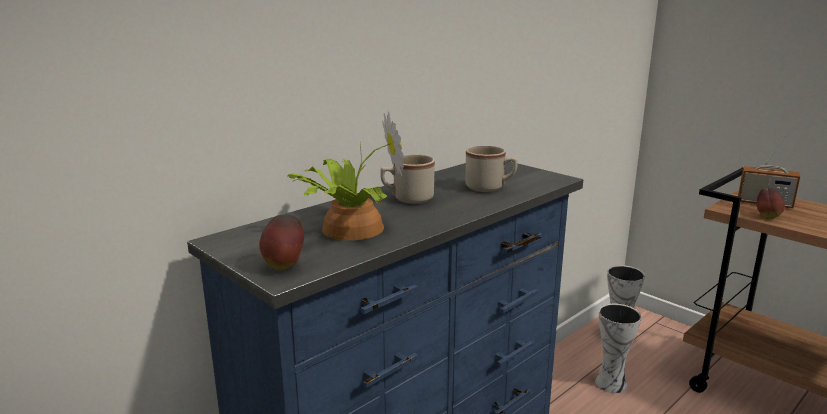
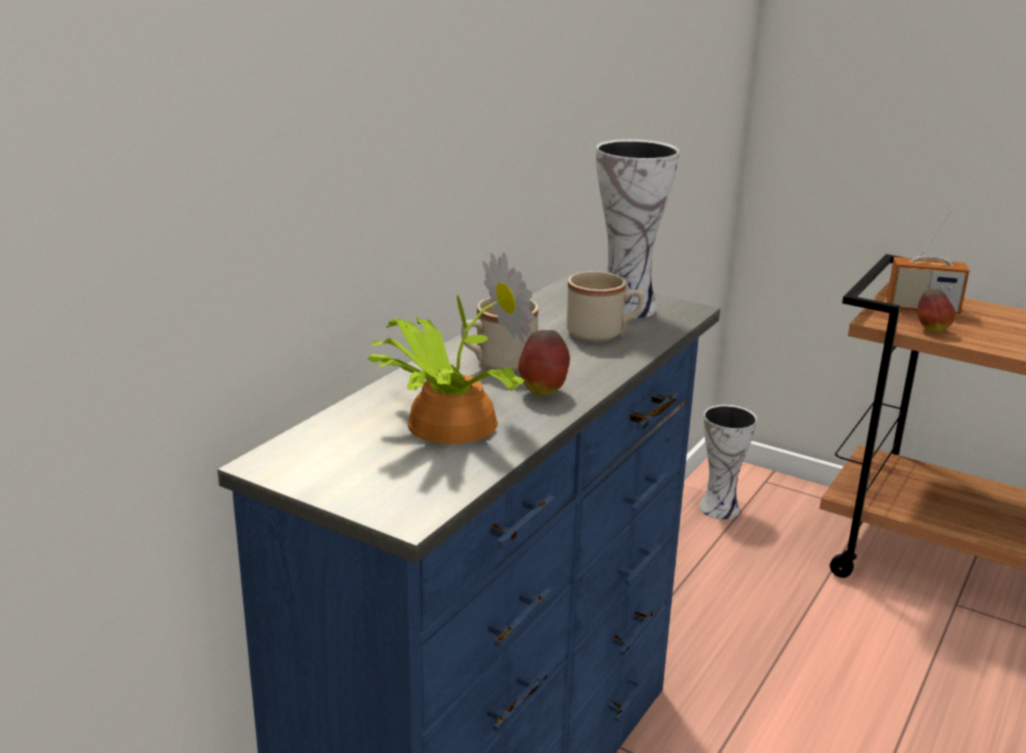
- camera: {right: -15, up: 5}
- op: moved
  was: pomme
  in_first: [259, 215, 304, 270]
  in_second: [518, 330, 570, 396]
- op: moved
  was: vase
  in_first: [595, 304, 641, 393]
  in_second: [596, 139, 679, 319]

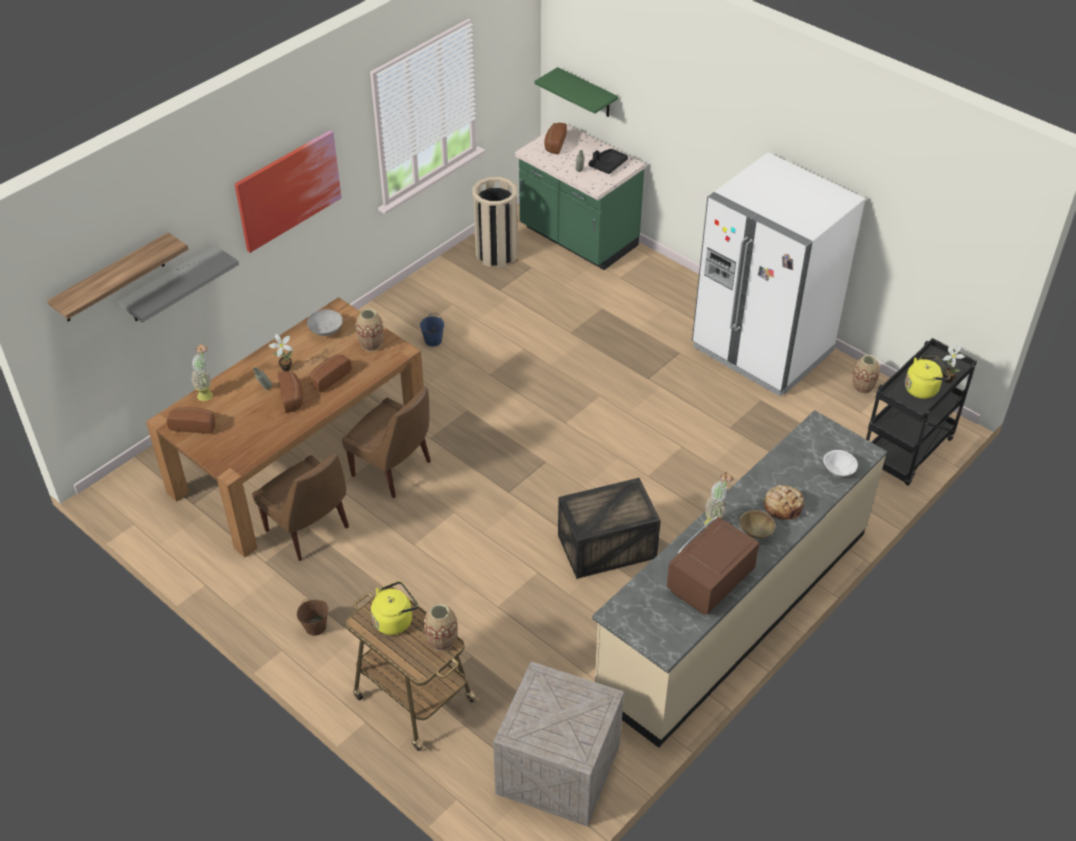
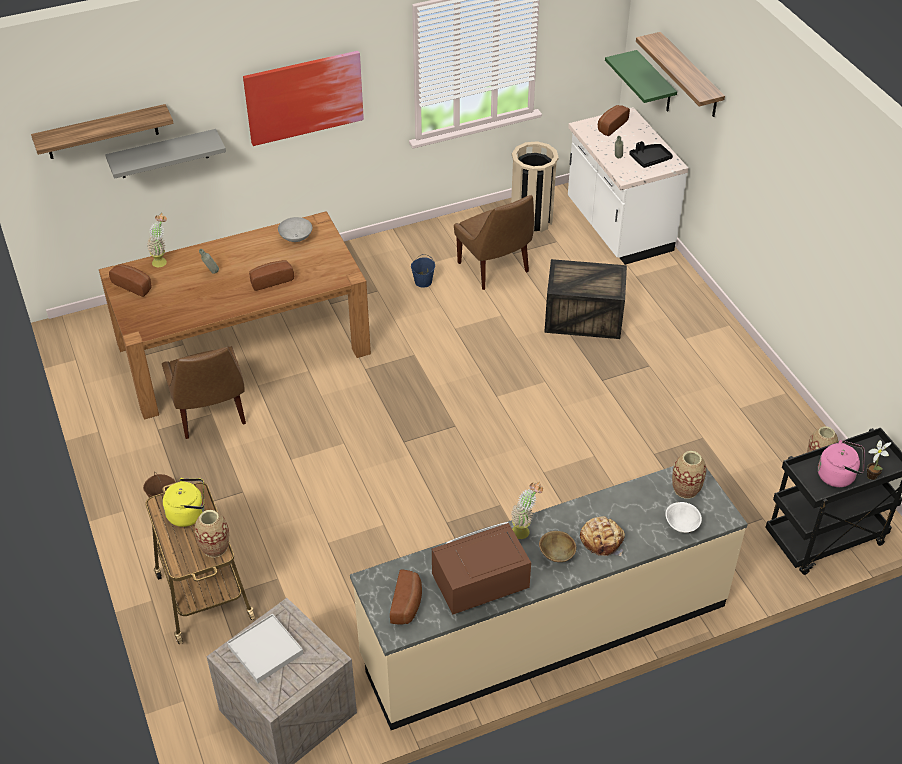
- camera: {right: 25, up: 0}
- op: removed
  was: plante en pot
  in_first: [269, 334, 293, 371]
- op: moved
  was: pain
  in_first: [277, 371, 303, 413]
  in_second: [390, 569, 422, 625]
- op: moved
  was: chaise (marron)
  in_first: [342, 387, 431, 498]
  in_second: [454, 195, 534, 290]
- op: moved
  was: vase
  in_first: [355, 309, 384, 351]
  in_second: [672, 451, 707, 499]
- op: recoloured
  was: comptoir de cuisine (vert)
  now: comptoir de cuisine (blanc)
  in_first: [515, 122, 645, 270]
  in_second: [568, 107, 689, 265]
- op: moved
  was: caisse
  in_first: [558, 478, 661, 579]
  in_second: [544, 259, 627, 339]
- op: removed
  was: réfrigérateur (blanc)
  in_first: [692, 152, 865, 397]
- op: recoloured
  was: bouilloire (jaune)
  now: bouilloire (rose)
  in_first: [905, 356, 950, 399]
  in_second: [818, 440, 865, 487]
- op: added
  now: plateau (blanc)
  in_second: [227, 614, 303, 683]
- op: added
  now: étagère
  in_second: [636, 32, 725, 117]

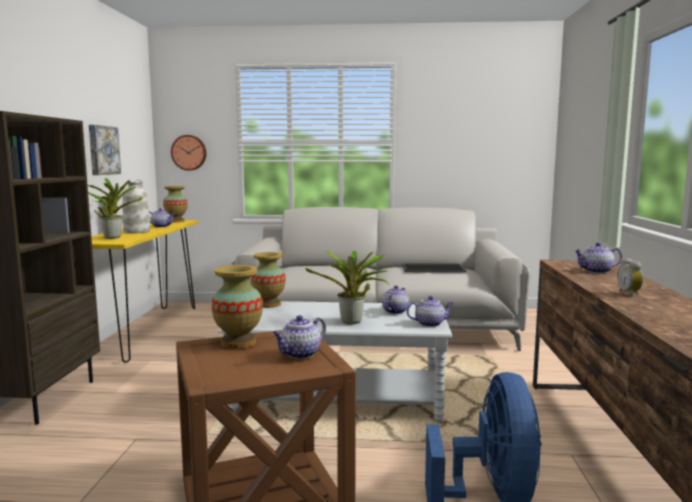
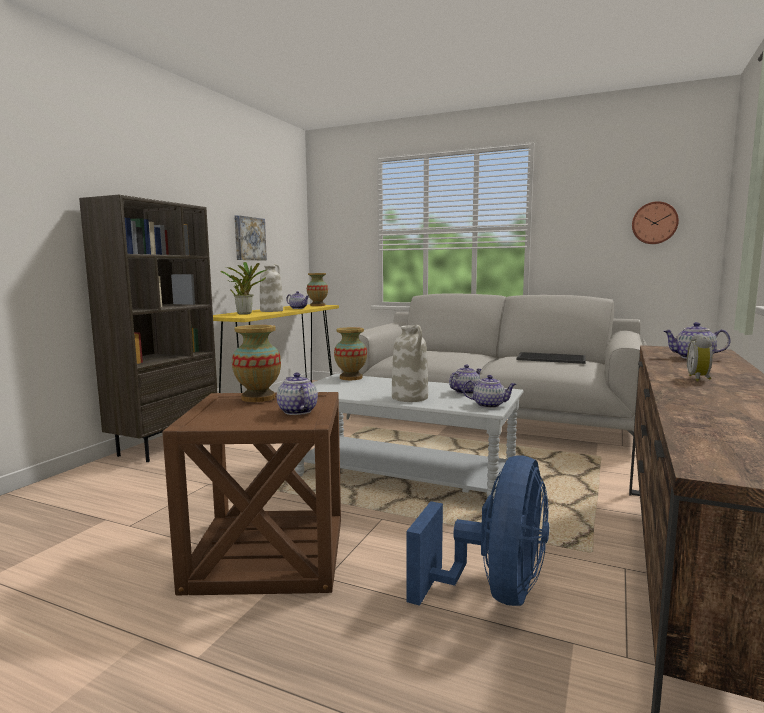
- camera: {right: 20, up: 0}
- op: moved
  was: horloge murale
  in_first: [171, 135, 207, 171]
  in_second: [632, 201, 679, 244]
- op: turned
  was: théière
  in_first: [273, 315, 326, 359]
  in_second: [277, 373, 318, 415]
  clockwise: 90
- op: replaced
  was: plante en pot
  now: vase (blanc)
  in_first: [305, 250, 389, 324]
  in_second: [392, 325, 428, 402]

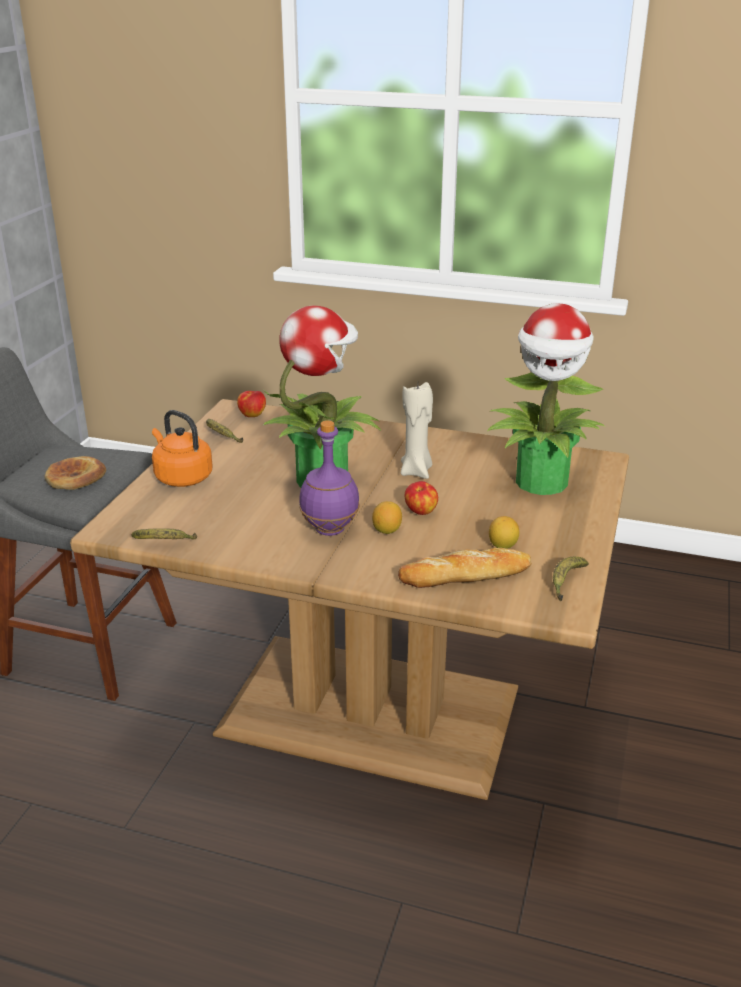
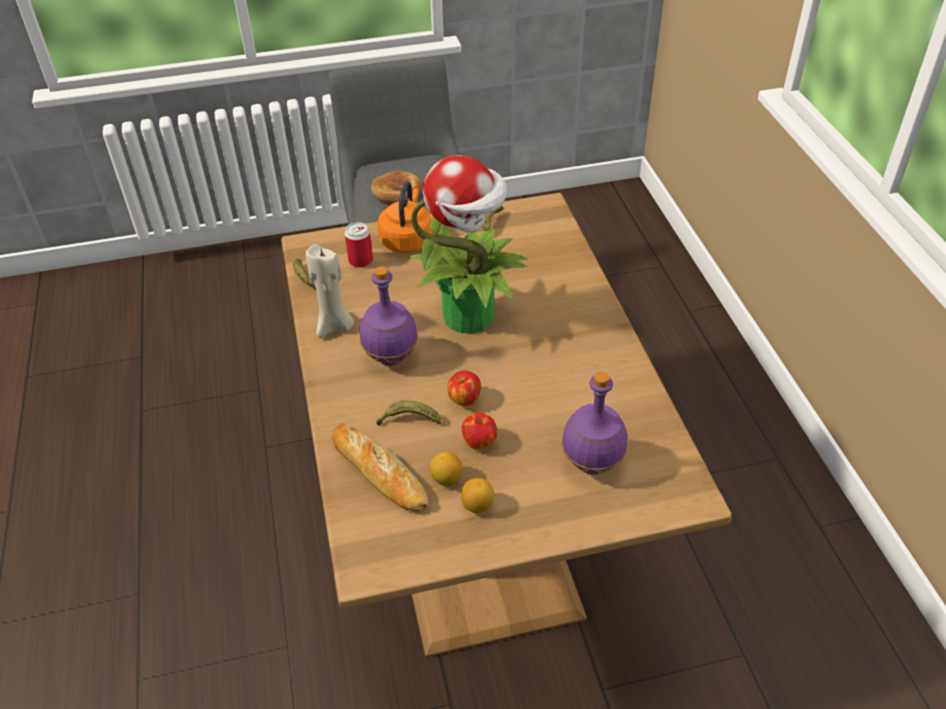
- camera: {right: 60, up: 15}
- op: moved
  was: pomme
  in_first: [237, 391, 266, 417]
  in_second: [462, 413, 497, 450]
- op: moved
  was: citron
  in_first: [372, 501, 402, 534]
  in_second: [461, 478, 494, 513]
- op: moved
  was: bougie (beige)
  in_first: [401, 382, 433, 479]
  in_second: [306, 244, 354, 338]
- op: replaced
  was: plante en pot
  now: bouteille (violet)
  in_first: [487, 303, 604, 495]
  in_second: [562, 371, 627, 475]
- op: moved
  was: banane
  in_first: [553, 557, 589, 601]
  in_second: [376, 400, 441, 426]
- op: added
  now: boîte métallique
  in_second: [344, 222, 373, 268]

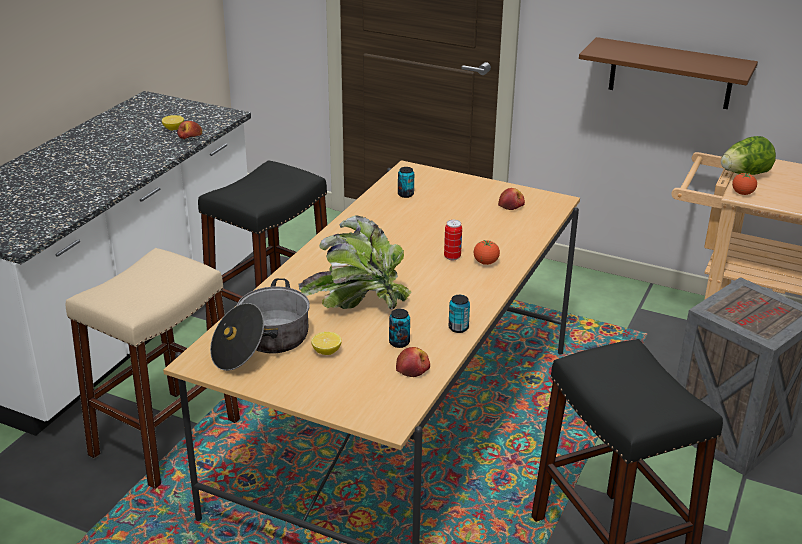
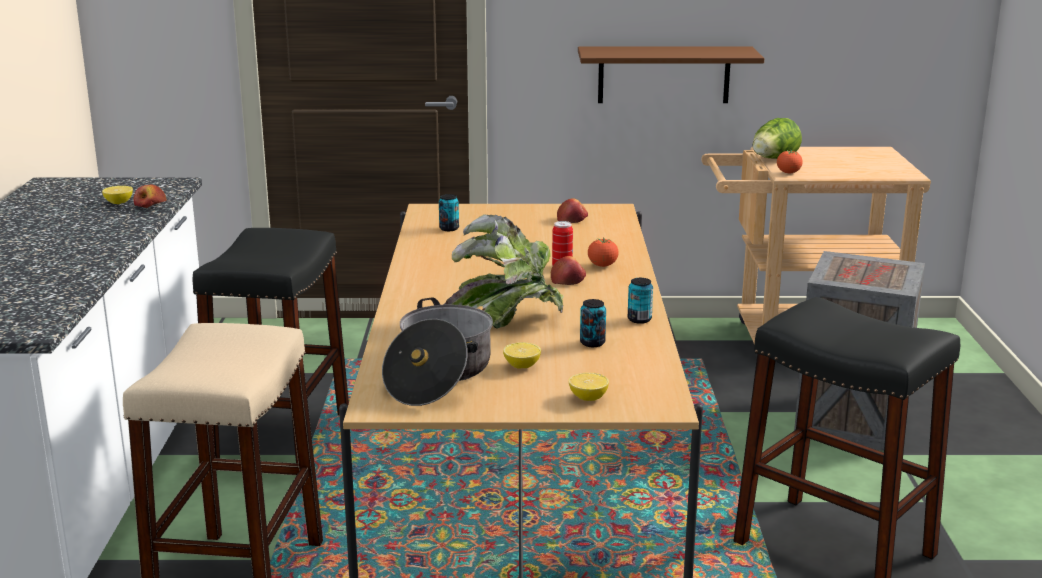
- camera: {right: -25, up: -10}
- op: moved
  was: pomme
  in_first: [396, 347, 430, 377]
  in_second: [551, 256, 586, 285]
- op: added
  now: citron
  in_second: [568, 373, 609, 401]

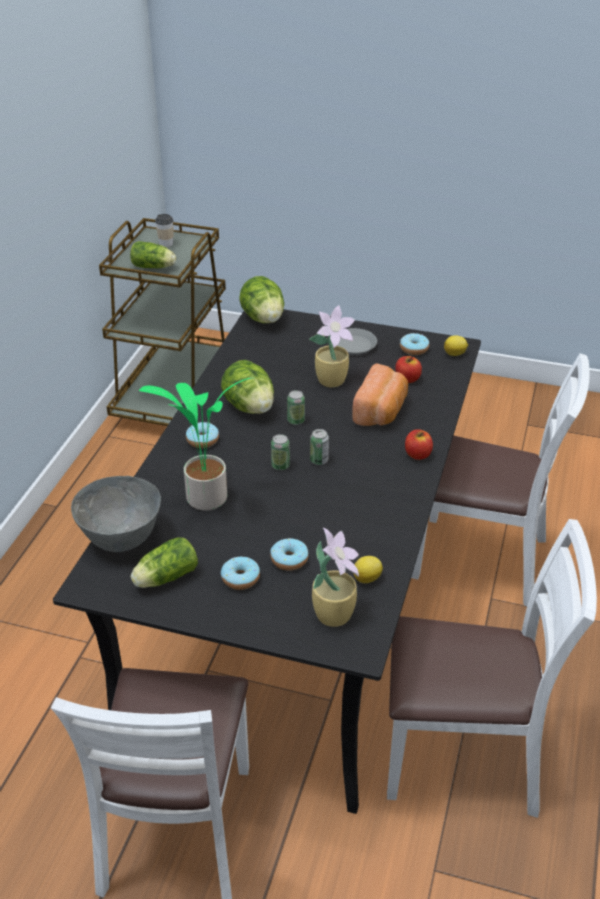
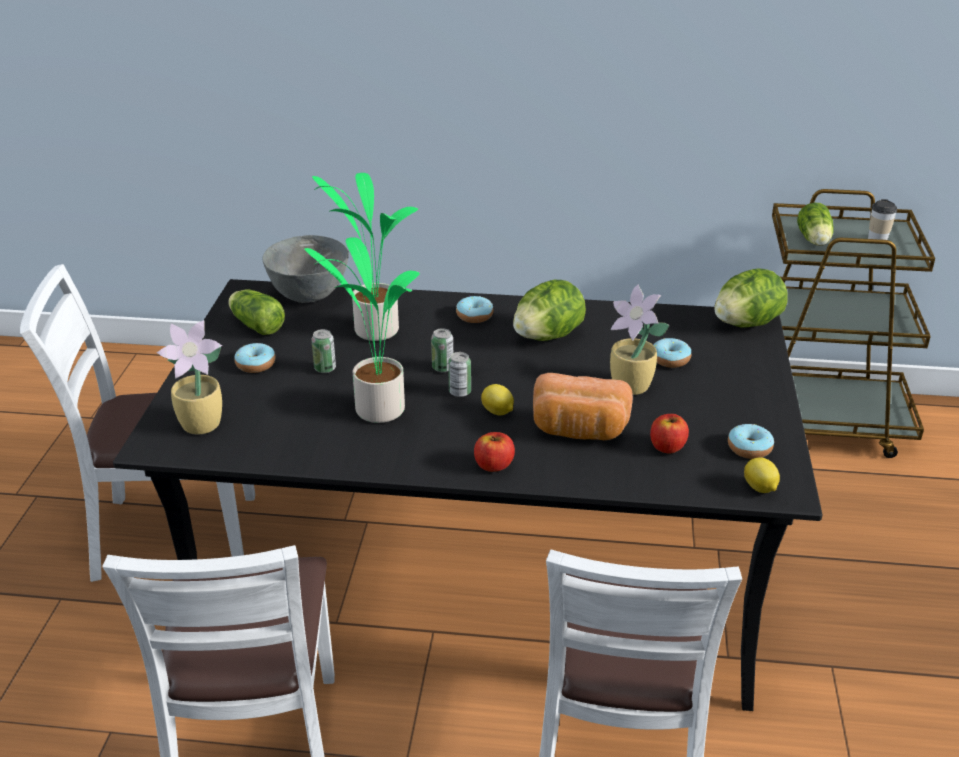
- camera: {right: 80, up: -5}
- op: moved
  was: beignet
  in_first: [270, 538, 309, 571]
  in_second: [653, 338, 691, 368]
- op: moved
  was: boîte métallique
  in_first: [287, 390, 305, 425]
  in_second: [311, 329, 336, 373]
- op: removed
  was: assiette (gris)
  in_first: [337, 328, 377, 355]
- op: moved
  was: citron
  in_first: [353, 556, 383, 583]
  in_second: [481, 384, 514, 415]
- op: added
  now: plante en pot
  in_second: [305, 237, 420, 423]

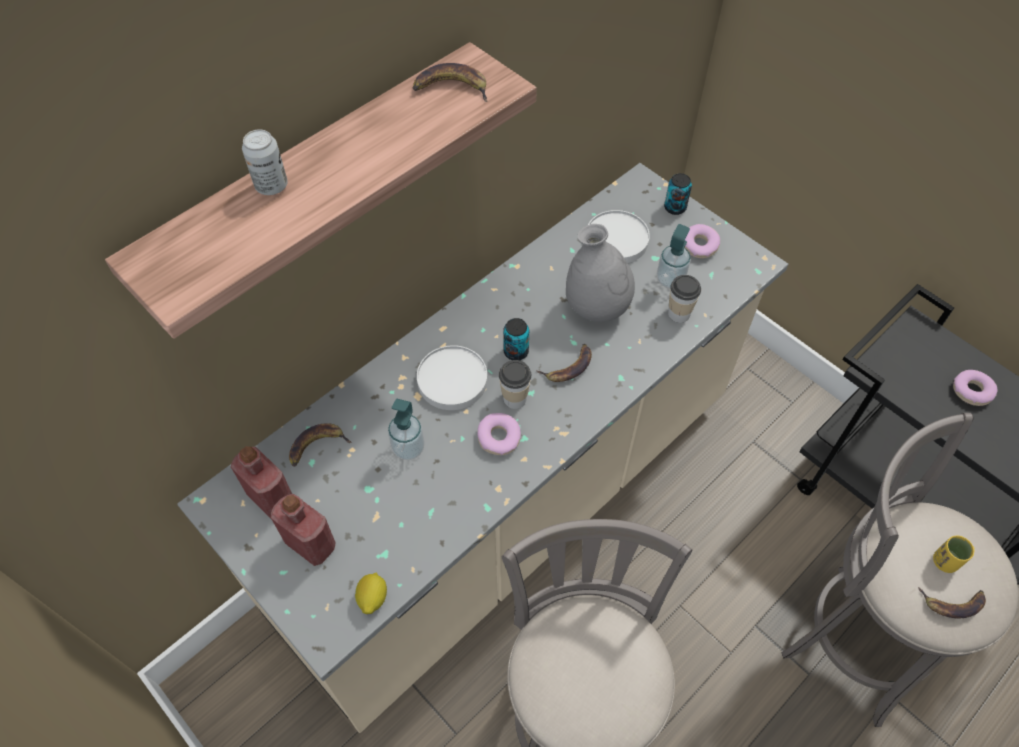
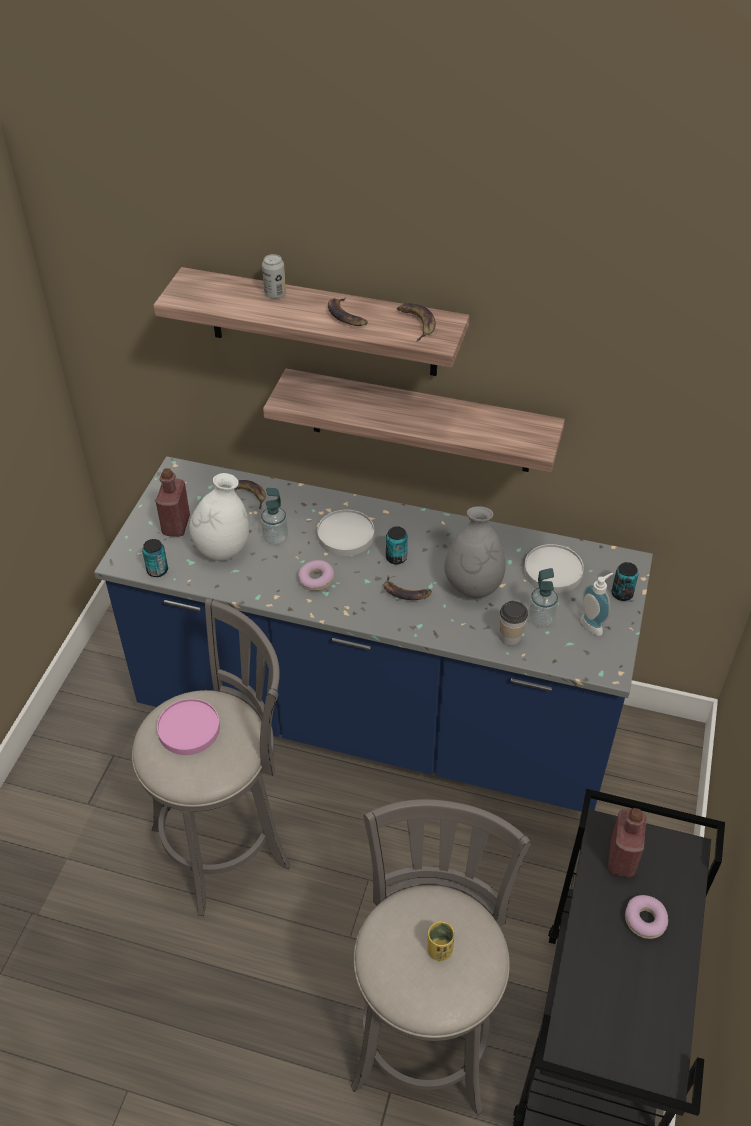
- camera: {right: 60, up: -10}
- op: recoloured
  was: comptoir de cuisine (beige)
  now: comptoir de cuisine (bleu)
  in_first: [177, 163, 788, 733]
  in_second: [94, 456, 653, 812]
- op: moved
  was: bouteille (rouge)
  in_first: [231, 446, 292, 519]
  in_second: [608, 808, 646, 877]
- op: replaced
  was: citron
  now: boîte métallique
  in_first: [355, 573, 387, 614]
  in_second: [142, 539, 168, 577]
- op: removed
  was: tasse
  in_first: [499, 360, 531, 409]
- op: replaced
  was: beignet
  now: distributeur de savon
  in_first: [684, 224, 720, 259]
  in_second: [580, 573, 613, 636]
- op: moved
  was: banane
  in_first: [918, 587, 986, 618]
  in_second: [328, 297, 368, 326]
- op: added
  now: assiette (rose)
  in_second: [157, 699, 220, 755]
- op: added
  now: vase (blanc)
  in_second: [189, 473, 249, 561]
- op: added
  now: étagère
  in_second: [263, 369, 565, 472]

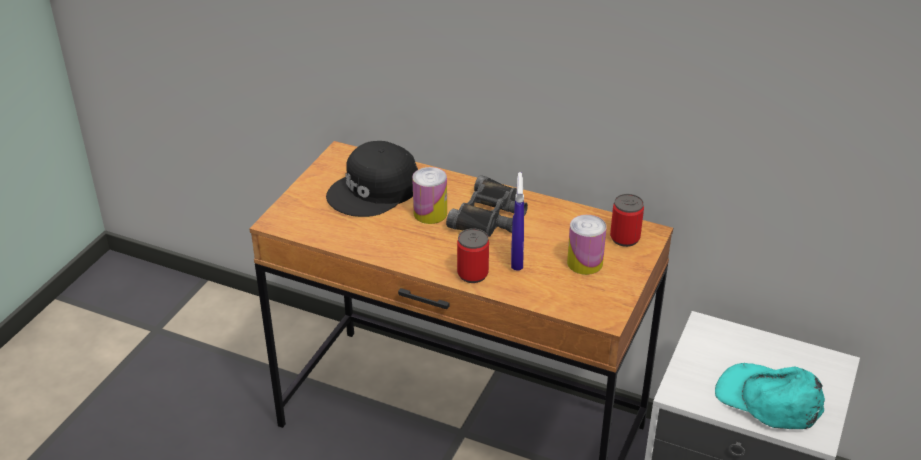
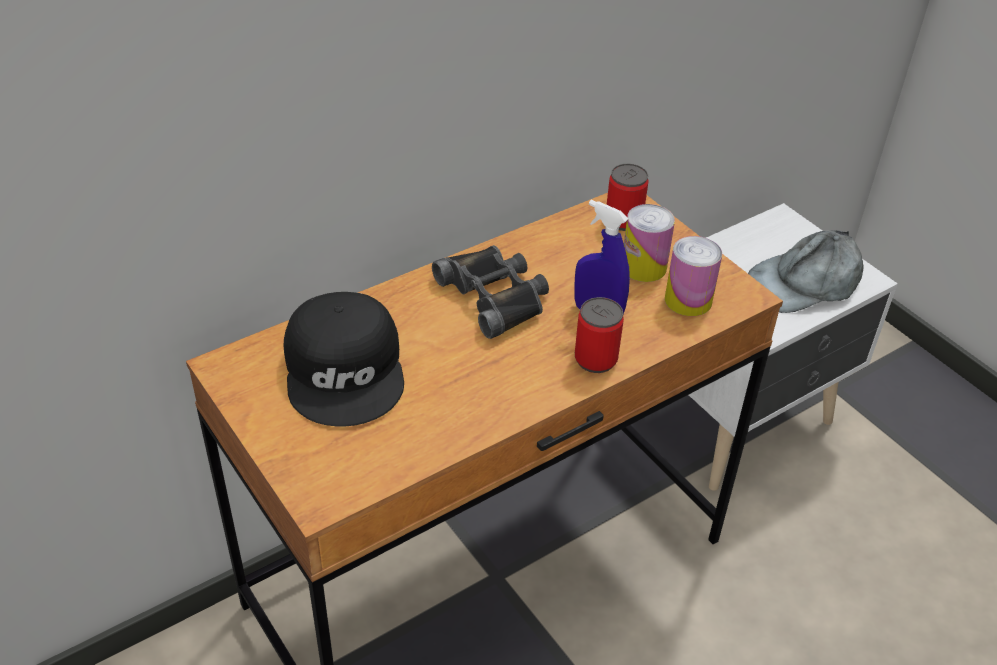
- camera: {right: -60, up: 5}
- op: moved
  was: boîte métallique
  in_first: [412, 167, 447, 224]
  in_second: [665, 236, 722, 316]
- op: recoloured
  was: casquette (turquoise)
  now: casquette (gris)
  in_first: [715, 363, 825, 429]
  in_second: [748, 230, 864, 313]

